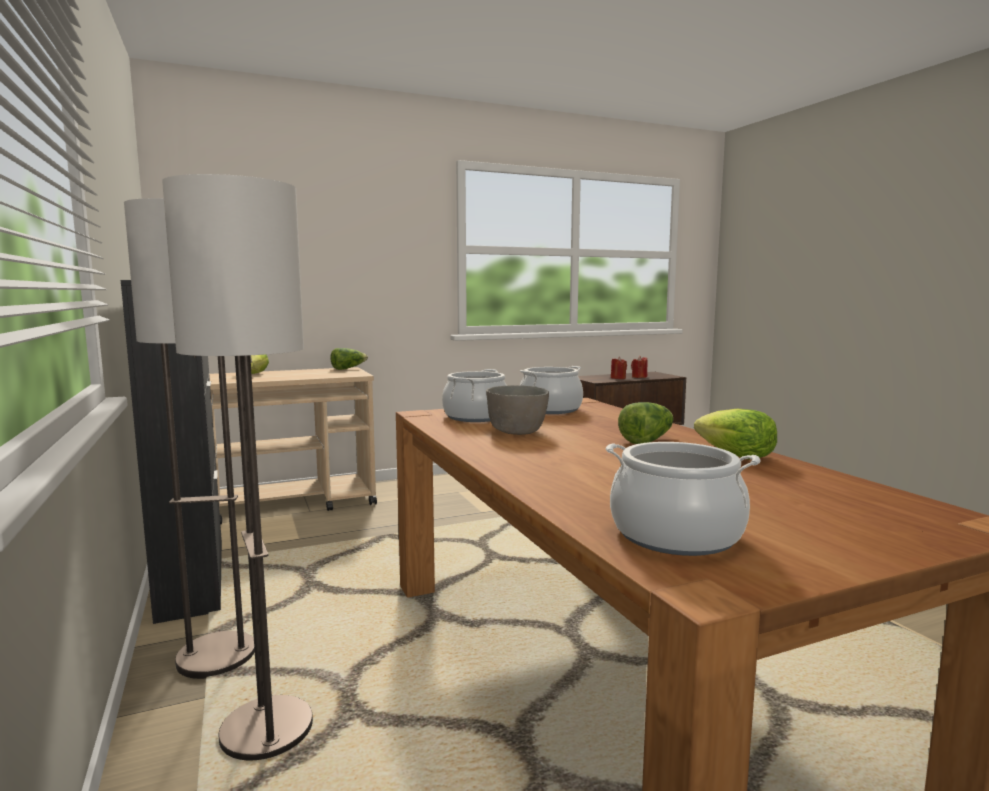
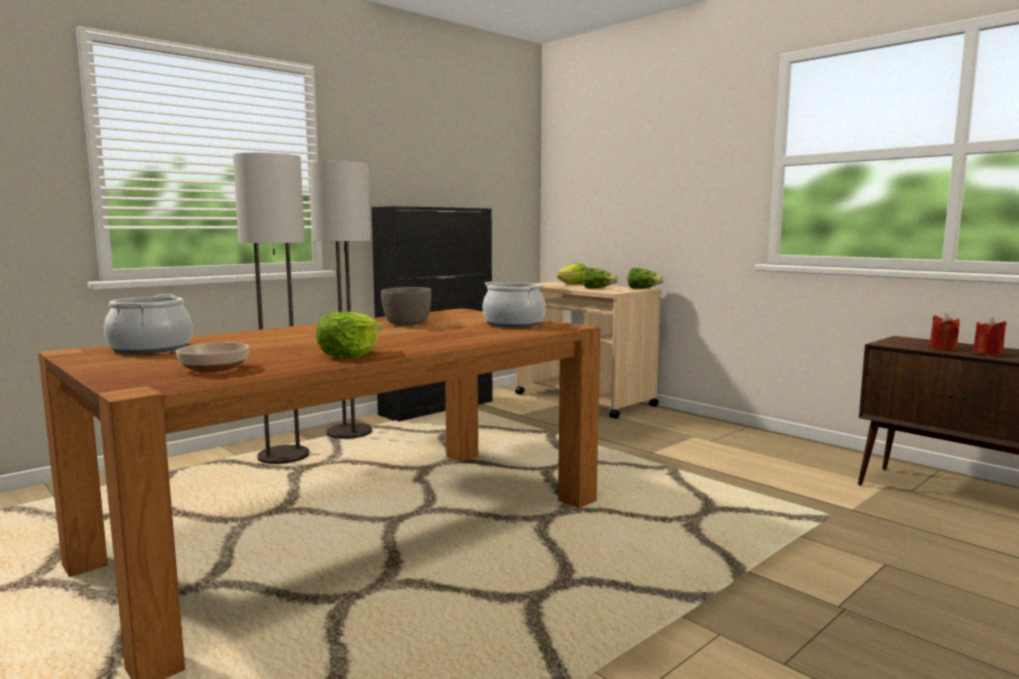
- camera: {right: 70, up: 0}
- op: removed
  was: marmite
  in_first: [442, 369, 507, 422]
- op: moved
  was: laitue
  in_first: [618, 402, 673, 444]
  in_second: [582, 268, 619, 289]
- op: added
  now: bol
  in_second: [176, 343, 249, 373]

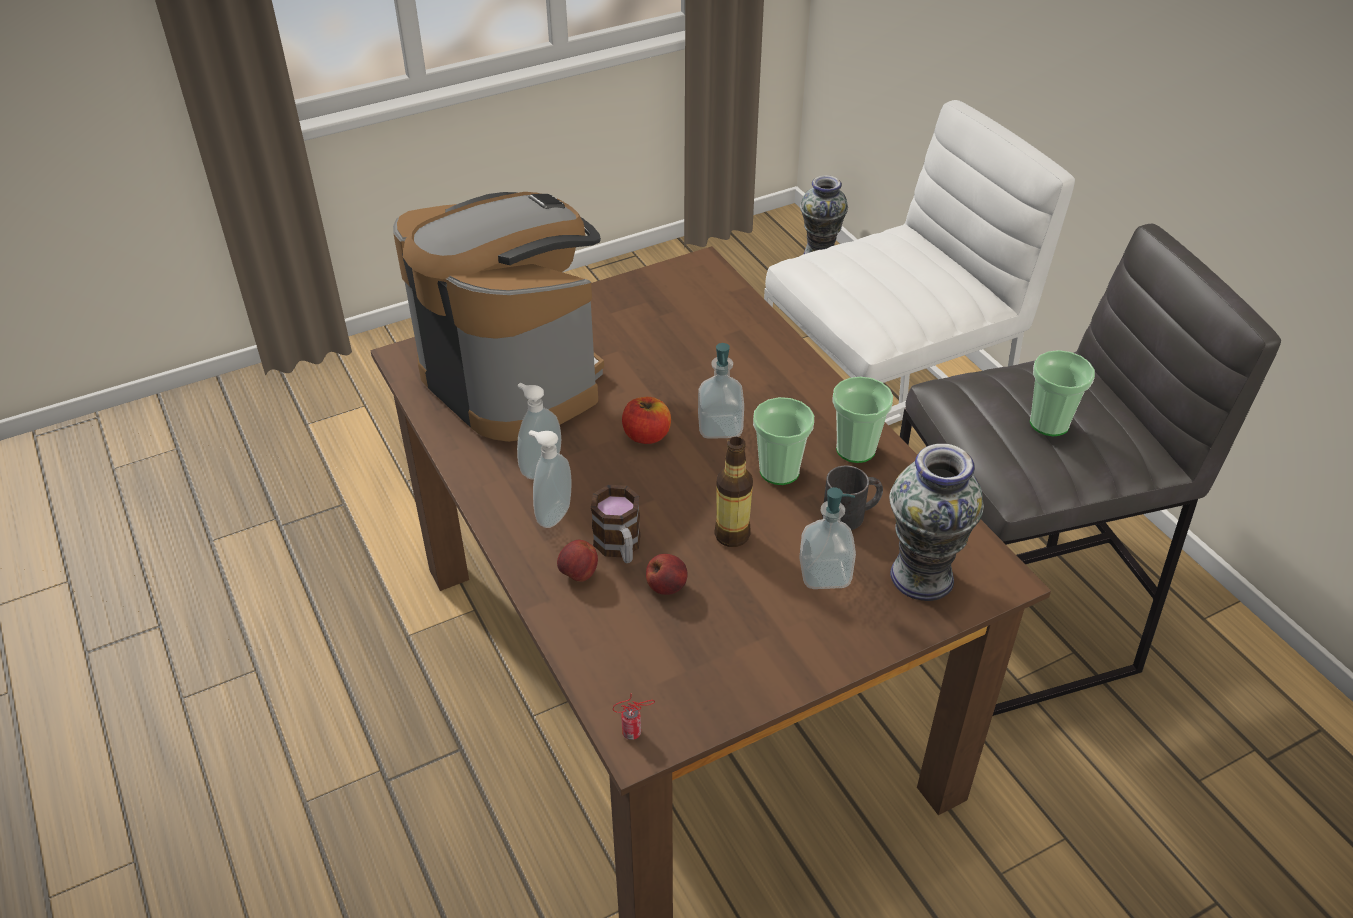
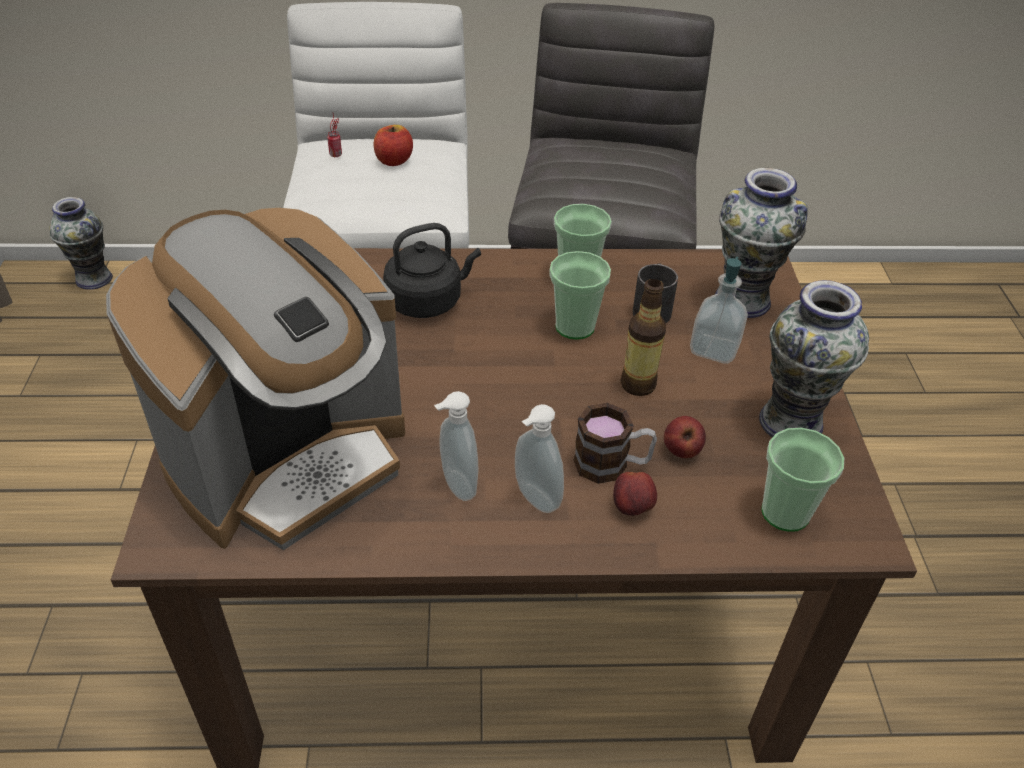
- camera: {right: -65, up: 0}
- op: turned
  was: machine à café
  in_first: [393, 192, 604, 442]
  in_second: [106, 208, 405, 550]
  clockwise: 150
- op: moved
  was: boîte métallique
  in_first: [613, 693, 655, 740]
  in_second: [327, 114, 342, 157]
- op: moved
  was: pomme
  in_first: [622, 397, 671, 444]
  in_second: [374, 125, 413, 166]
- op: removed
  was: distributeur de savon
  in_first: [698, 343, 744, 439]
- op: moved
  was: tasse
  in_first: [1030, 350, 1095, 436]
  in_second: [762, 428, 844, 532]
- op: added
  now: bouilloire (noir)
  in_second: [383, 223, 481, 318]
- op: added
  now: vase
  in_second: [759, 280, 869, 437]

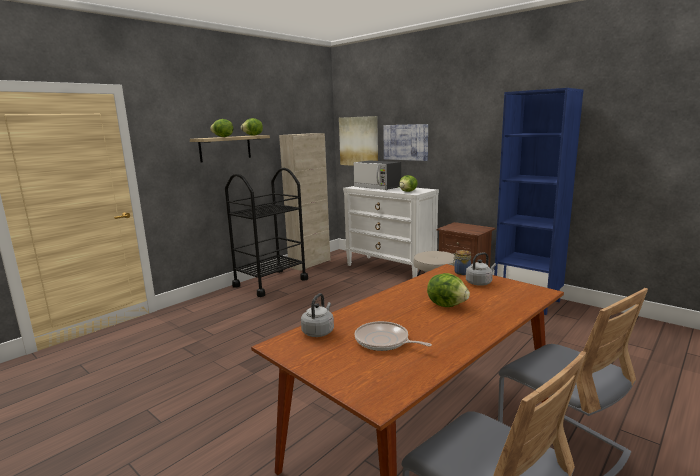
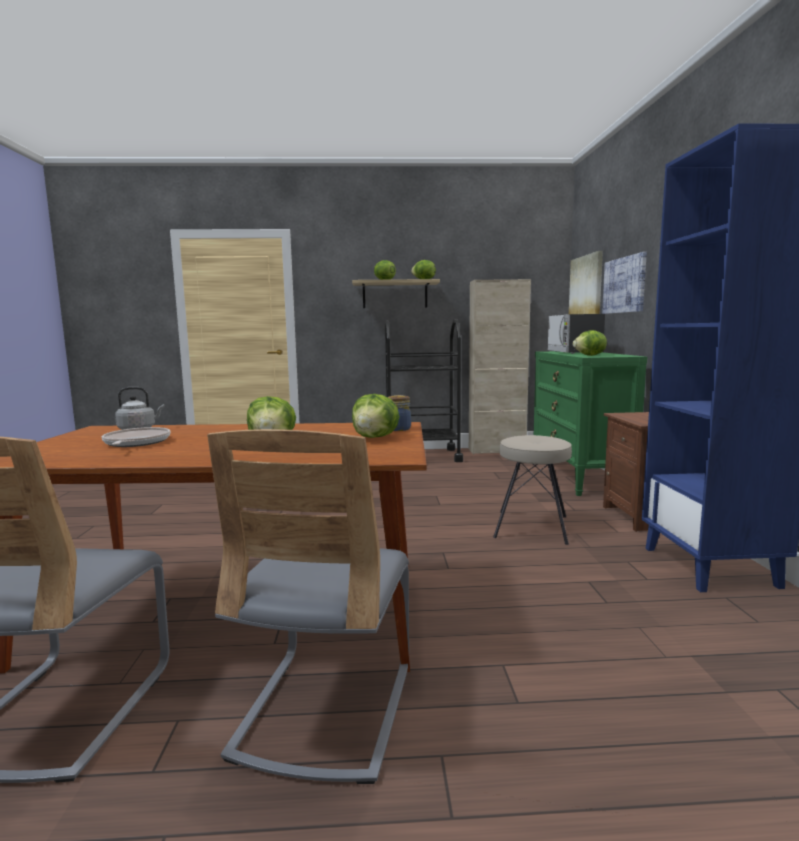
- camera: {right: 45, up: -5}
- op: recoloured
  was: commode (blanc)
  now: commode (vert)
  in_first: [343, 186, 439, 278]
  in_second: [534, 351, 647, 496]
- op: replaced
  was: bouilloire (gris)
  now: laitue
  in_first: [466, 252, 496, 286]
  in_second: [352, 394, 400, 438]

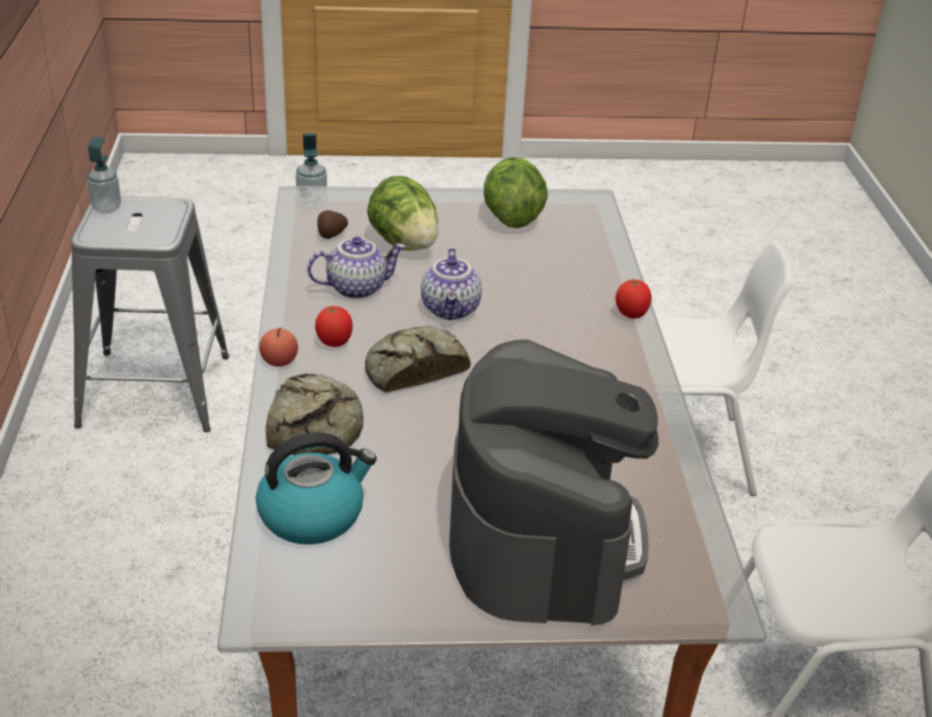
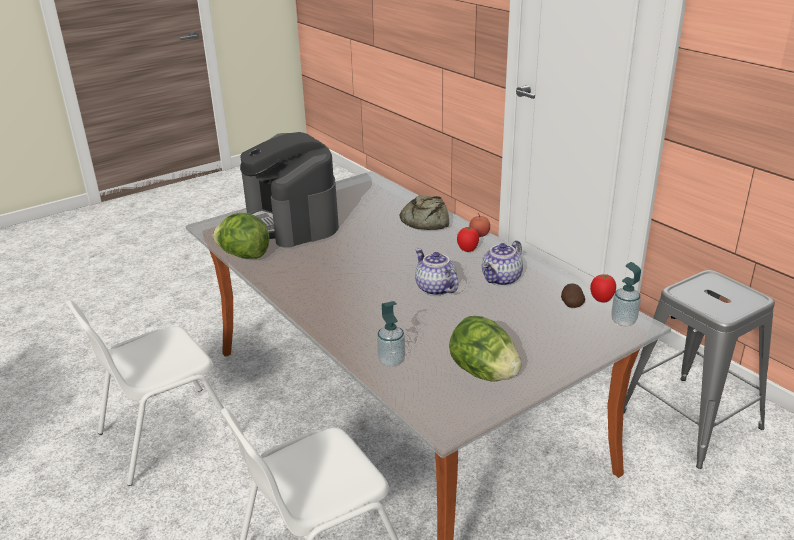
- camera: {right: 150, up: -5}
- op: moved
  was: distributeur de savon
  in_first: [87, 136, 121, 213]
  in_second: [377, 301, 405, 367]
- op: removed
  was: bouilloire
  in_first: [256, 432, 377, 545]
- op: removed
  was: pain
  in_first: [365, 325, 471, 393]
- op: moved
  was: laitue
  in_first: [367, 176, 438, 251]
  in_second: [213, 213, 269, 259]
- op: moved
  was: tomate
  in_first: [616, 279, 652, 319]
  in_second: [590, 274, 616, 302]

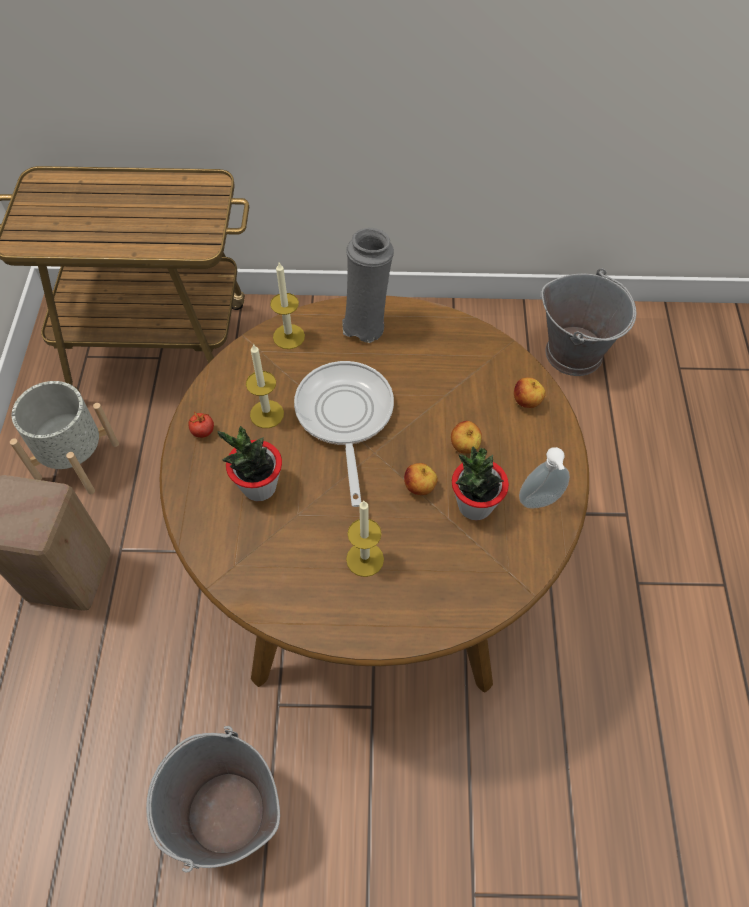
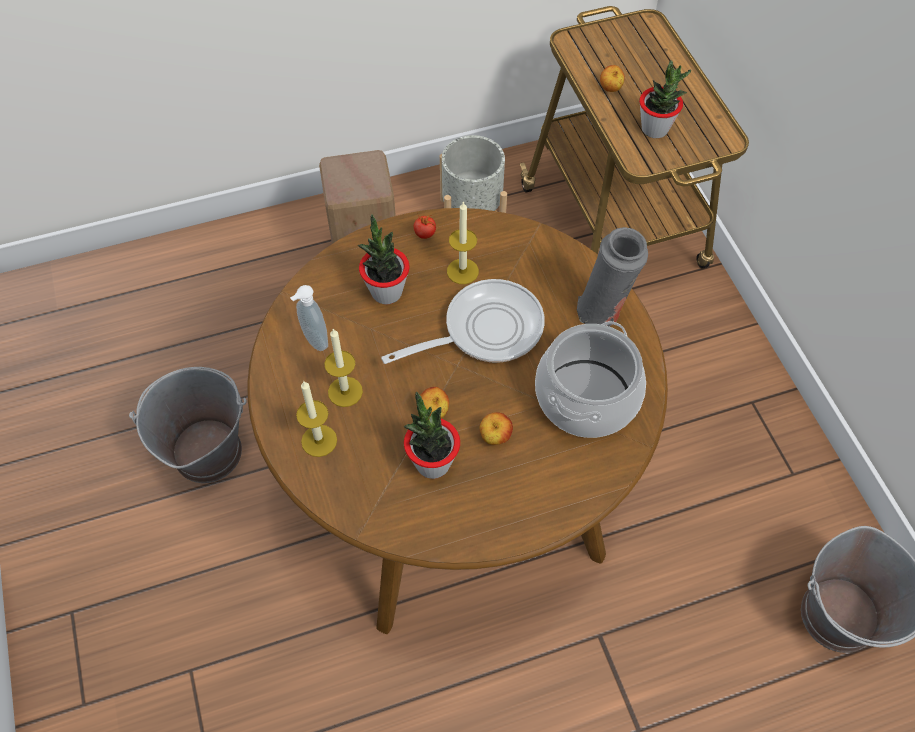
- camera: {right: 70, up: 0}
- op: moved
  was: bougie
  in_first: [270, 263, 305, 349]
  in_second: [296, 381, 337, 457]
- op: moved
  was: pomme
  in_first: [514, 377, 546, 408]
  in_second: [600, 65, 625, 92]
- op: moved
  was: distributeur de savon
  in_first: [519, 447, 570, 508]
  in_second: [290, 285, 328, 351]
- op: added
  now: marmite
  in_second: [535, 321, 646, 438]
- op: added
  now: plante en pot
  in_second: [639, 60, 691, 138]

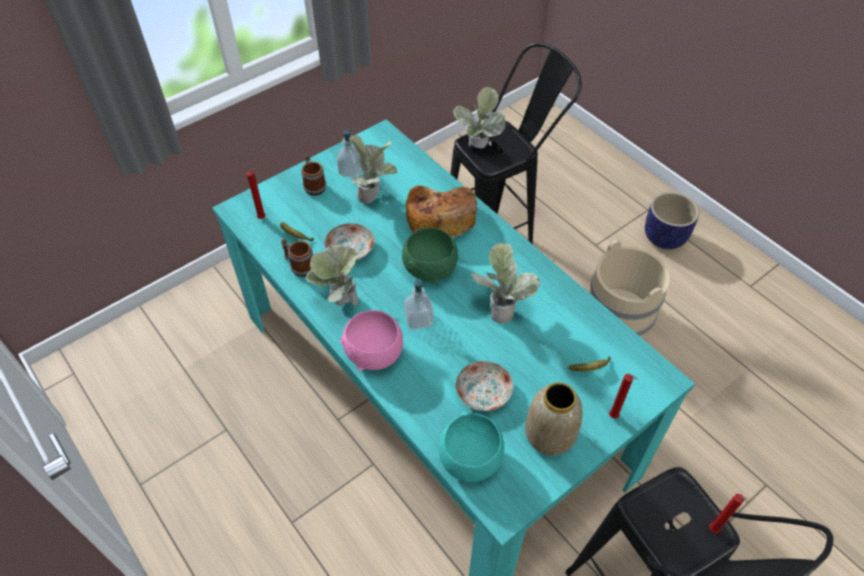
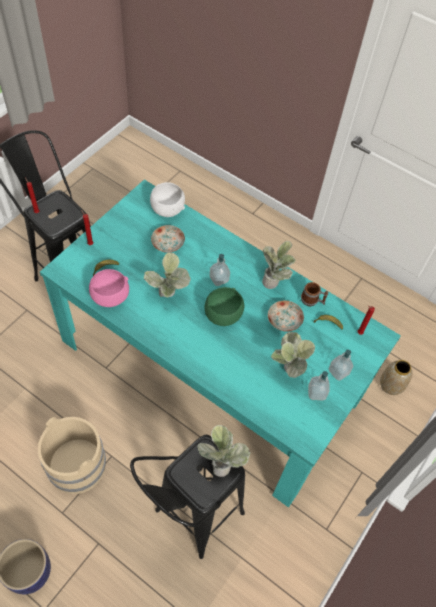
- camera: {right: 160, up: 5}
- op: replaced
  was: mug
  now: distributeur de savon
  in_first: [301, 155, 327, 196]
  in_second: [328, 350, 354, 381]
- op: moved
  was: bol (rose)
  in_first: [340, 310, 403, 371]
  in_second: [89, 269, 129, 307]
- op: removed
  was: pain
  in_first: [406, 186, 477, 238]
- op: recoloured
  was: bol (turquoise)
  now: bol (blanc)
  in_first: [438, 411, 504, 482]
  in_second: [150, 182, 185, 217]
- op: moved
  was: vase
  in_first: [525, 382, 583, 455]
  in_second: [380, 360, 412, 395]

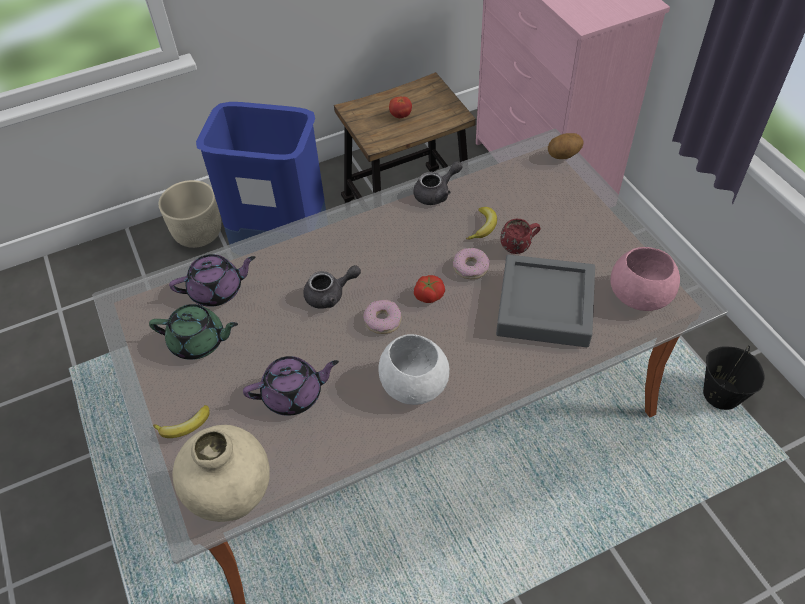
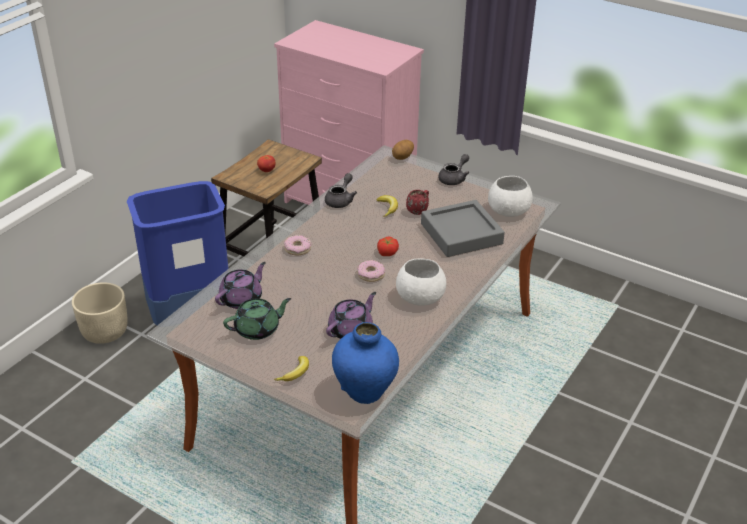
- camera: {right: -35, up: -15}
- op: recoloured
  was: vase (beige)
  now: vase (bleu)
  in_first: [172, 425, 270, 522]
  in_second: [332, 322, 399, 404]
- op: moved
  was: théière (gris)
  in_first: [304, 265, 361, 309]
  in_second: [438, 154, 469, 185]
- op: moved
  was: beignet
  in_first: [453, 248, 490, 279]
  in_second: [284, 235, 312, 256]
- op: recoloured
  was: bol (rose)
  now: bol (blanc)
  in_first: [610, 247, 680, 311]
  in_second: [488, 176, 533, 217]
- op: removed
  was: seau (noir)
  in_first: [703, 346, 765, 410]

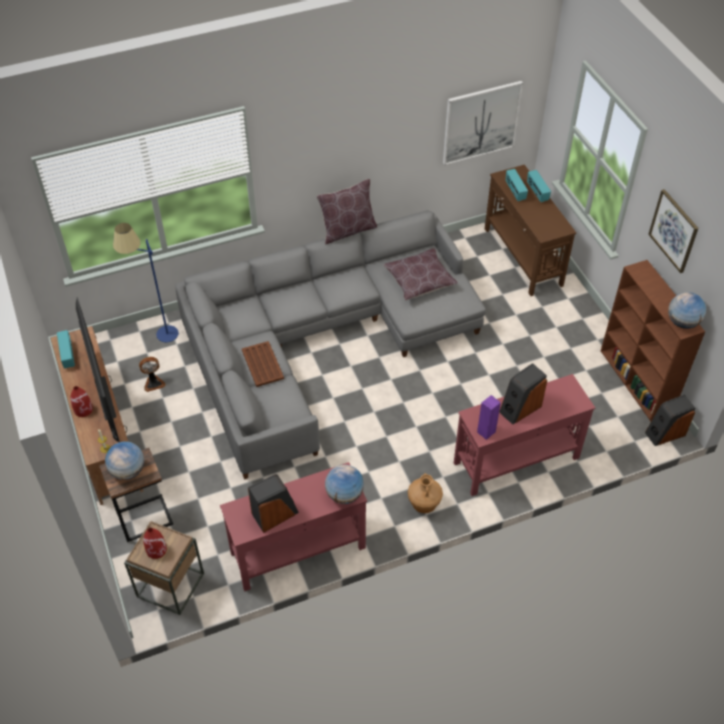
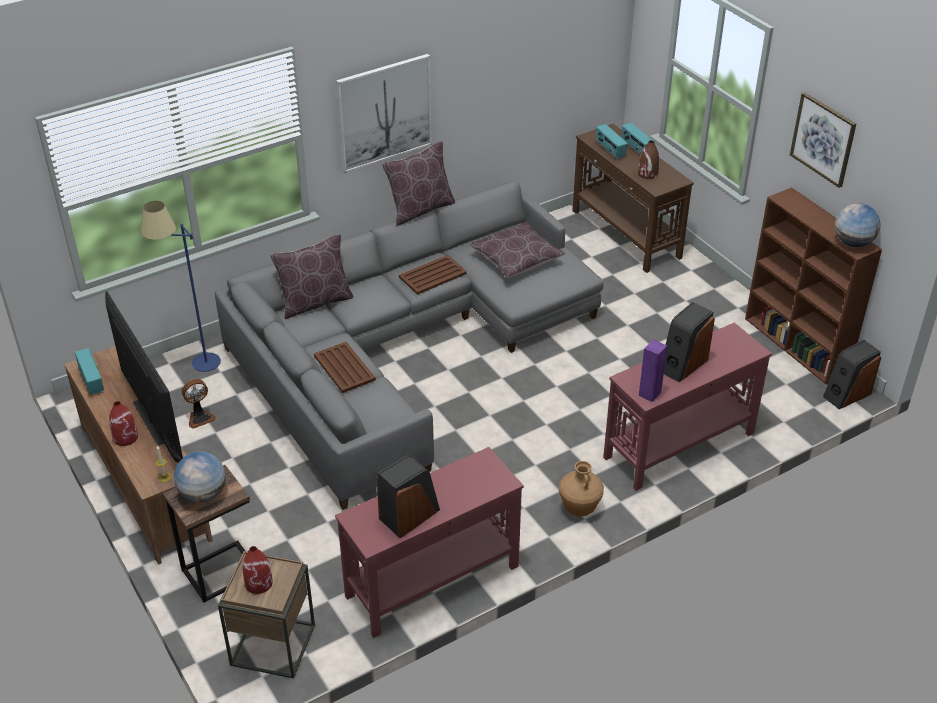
- camera: {right: -10, up: -10}
- op: removed
  was: globe
  in_first: [325, 465, 364, 504]
- op: moved
  was: tableau
  in_first: [443, 81, 523, 166]
  in_second: [336, 54, 432, 173]
- op: added
  now: coussin (marron)
  in_second: [270, 234, 354, 319]
- op: added
  now: plateau (marron)
  in_second: [399, 255, 467, 295]
- op: added
  now: vase (marron)
  in_second: [638, 140, 659, 179]

